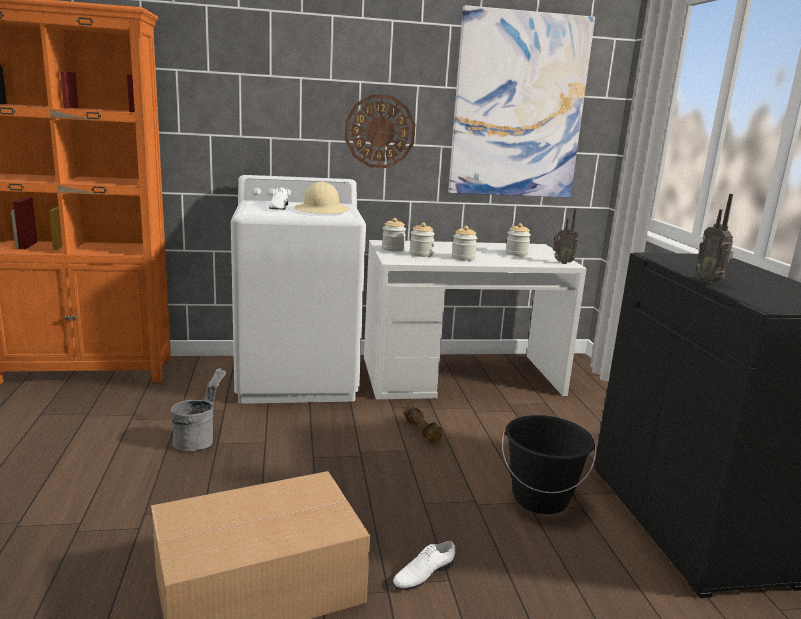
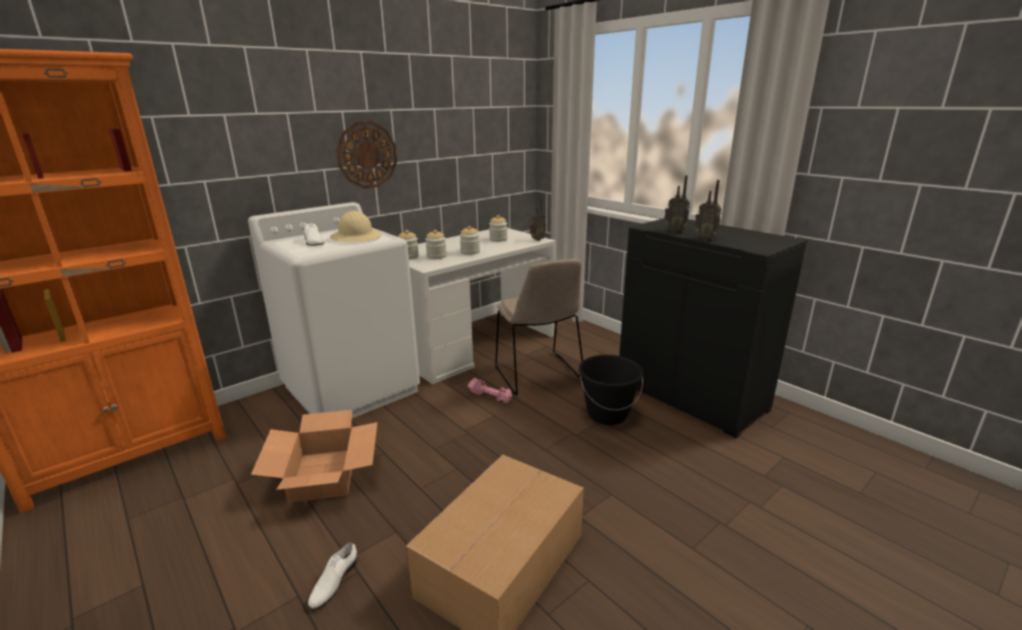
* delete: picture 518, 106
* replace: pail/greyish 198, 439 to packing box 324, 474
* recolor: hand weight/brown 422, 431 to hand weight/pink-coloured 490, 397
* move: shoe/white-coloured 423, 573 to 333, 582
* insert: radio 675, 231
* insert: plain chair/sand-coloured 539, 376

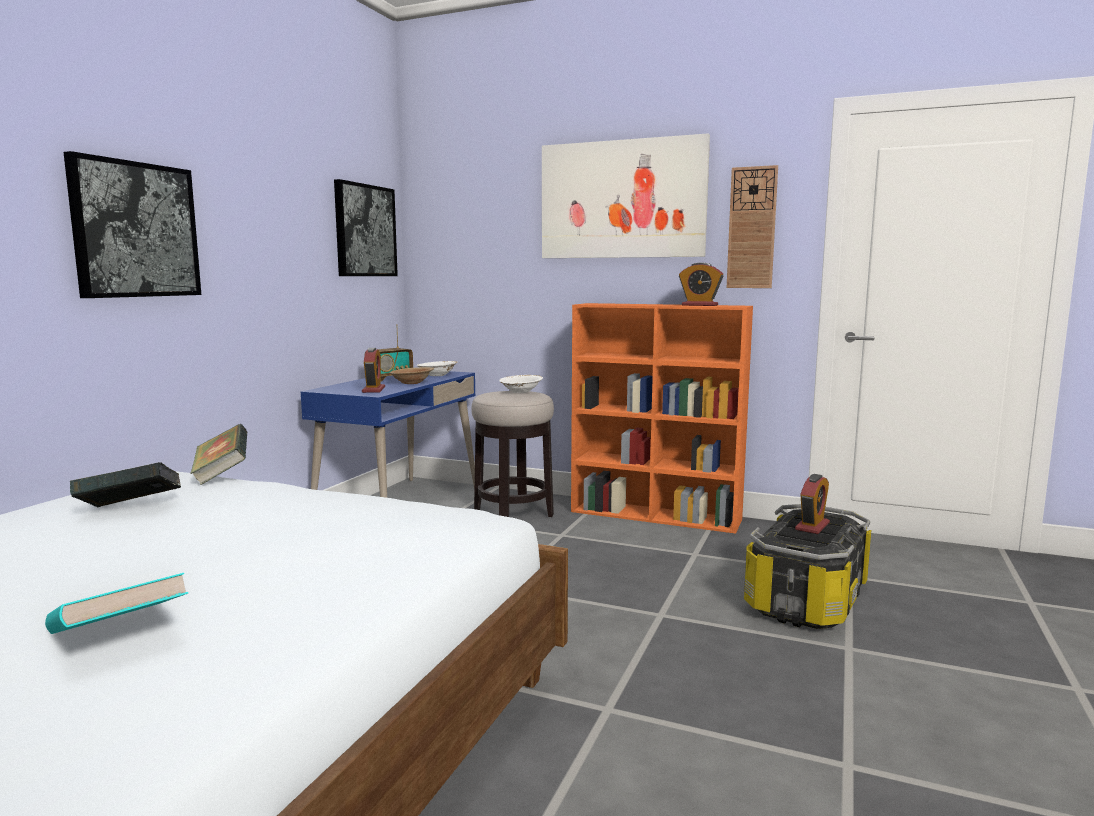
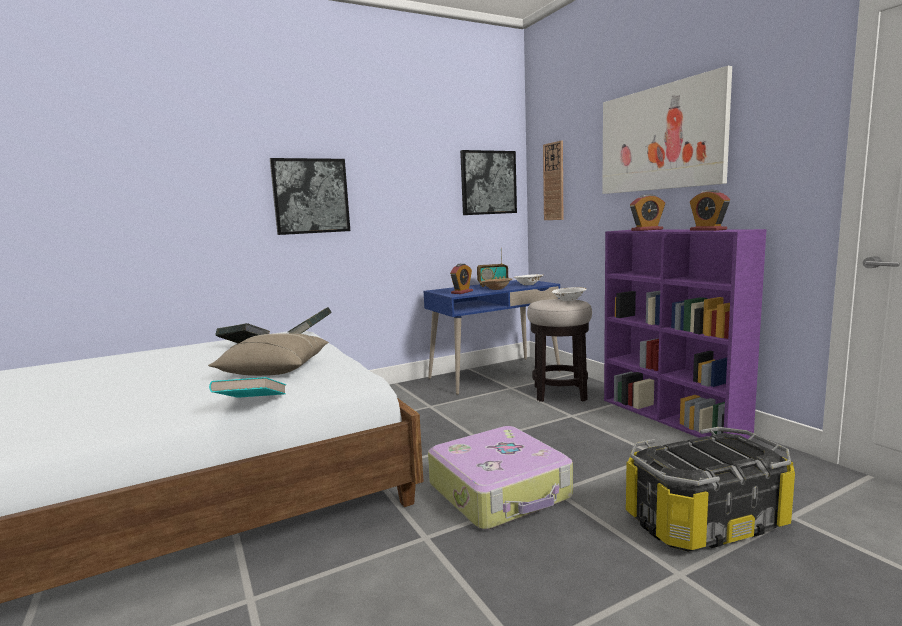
* move: clock on the wall 752, 228 to 554, 181
* recolor: bookshelf/orange-coloured 657, 515 to bookshelf/purple-coloured 672, 417
* move: alarm clock 812, 526 to 647, 230
* move: bound book/turquoise-coloured 118, 638 to 252, 405
* insert: cushion/sand-coloured 275, 369
* insert: travel case 500, 492

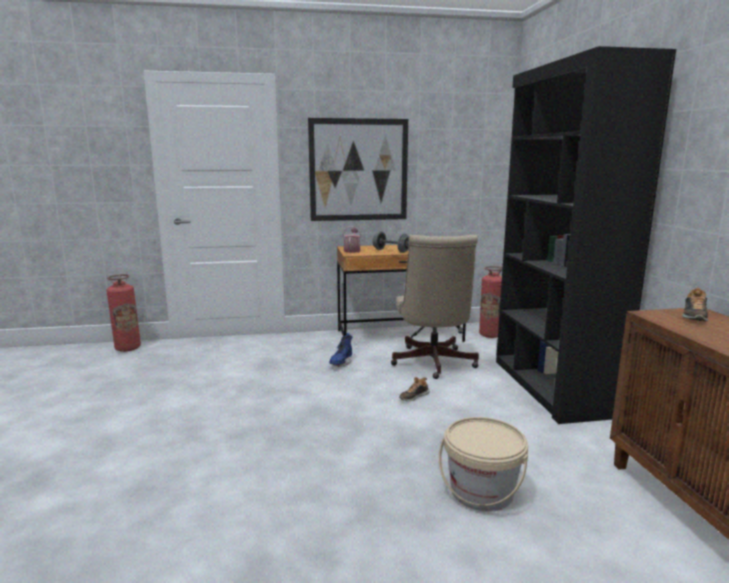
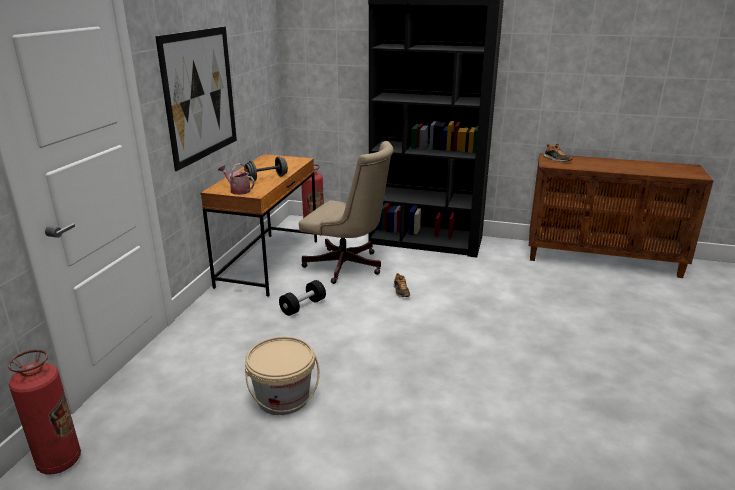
* replace: boot/blue 341, 363 to hand weight/black-coloured 303, 306
* move: pail/sand-coloured 481, 492 to 283, 398

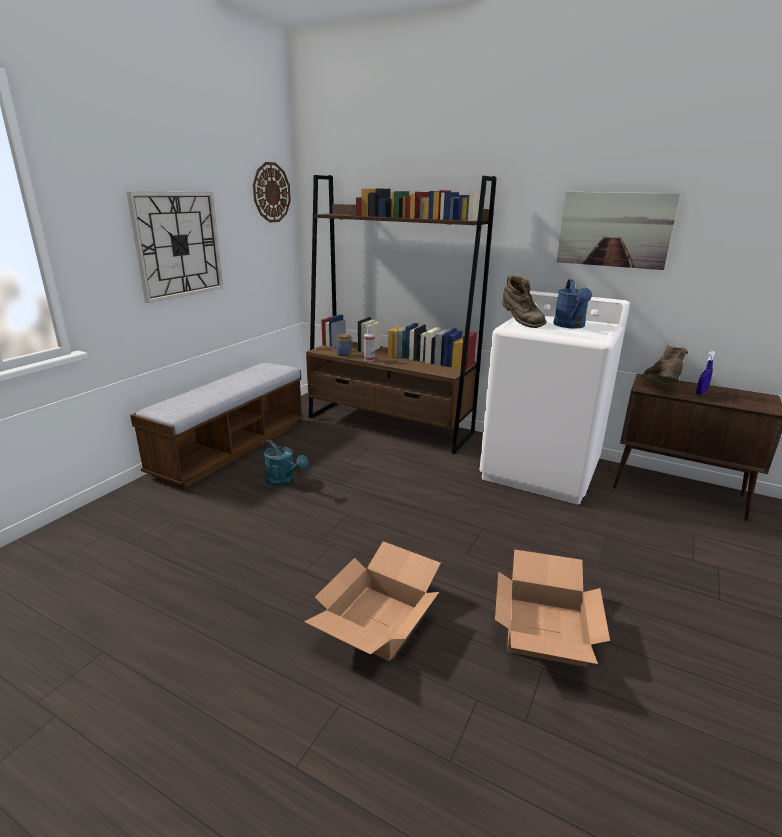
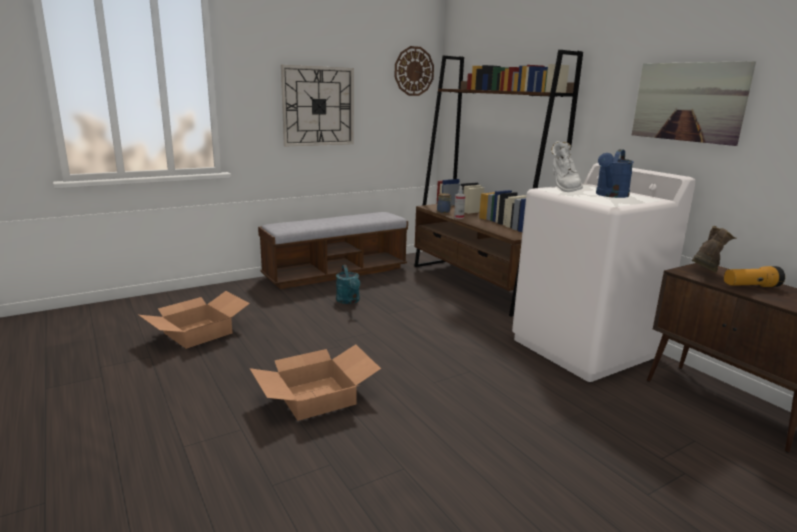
* recolor: boot/brown 520, 323 to boot/white-coloured 563, 188
* replace: sprayer/blue 701, 393 to flashlight 751, 286
* move: packing box 543, 629 to 198, 332

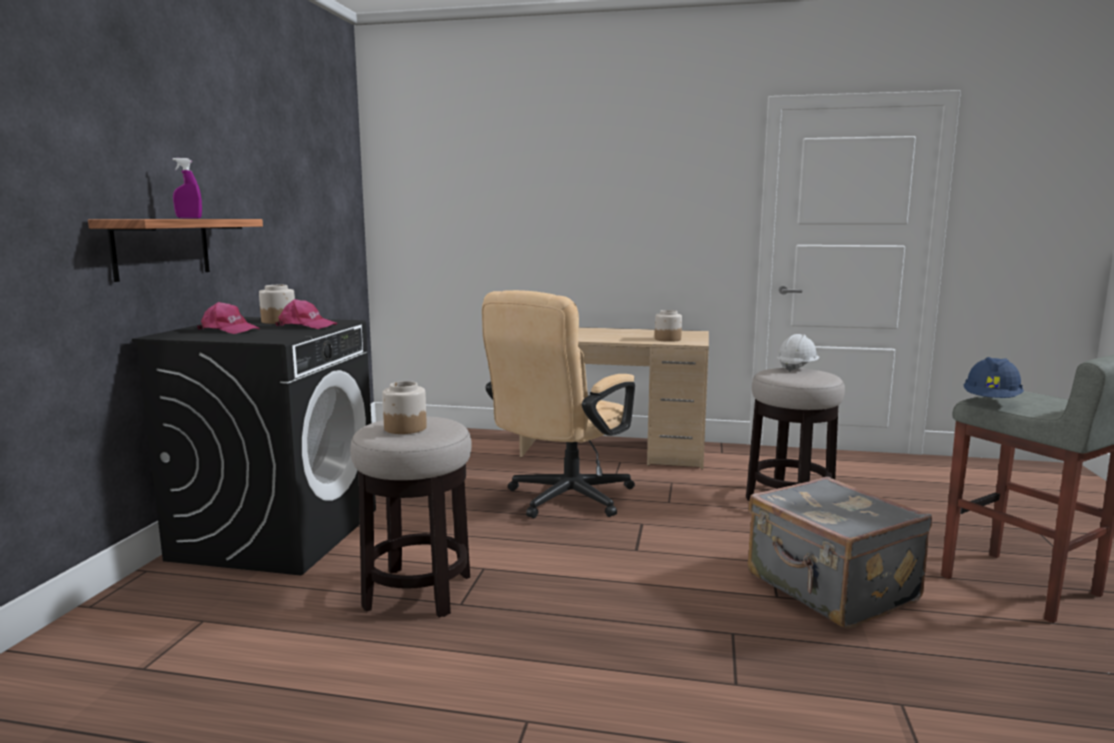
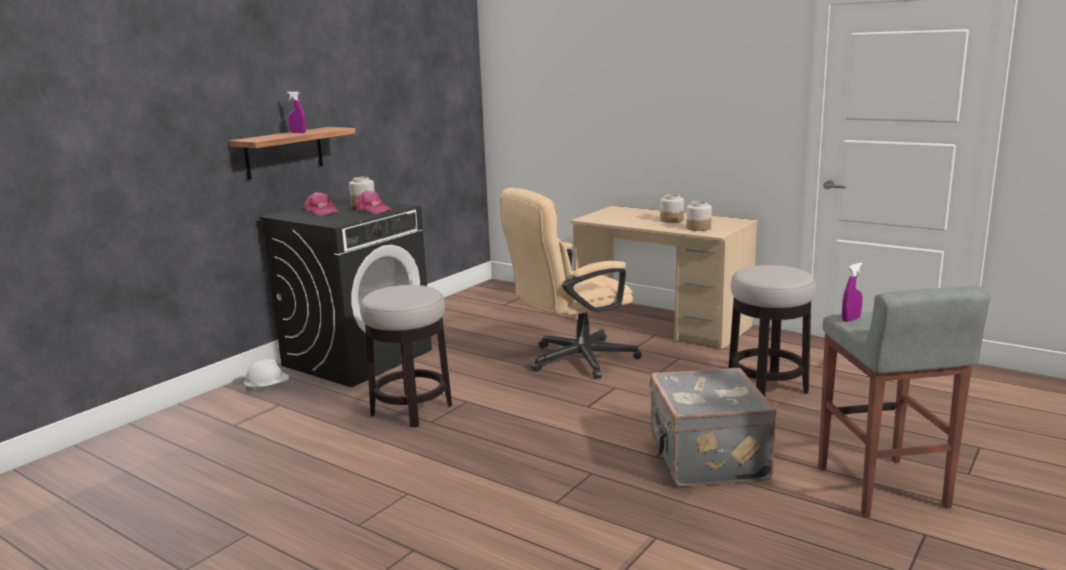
* move: safety helmet/white-coloured 797, 368 to 267, 388
* replace: safety helmet/blue 991, 402 to sprayer/purple-coloured 851, 319
* move: preserve jar 405, 428 to 671, 220

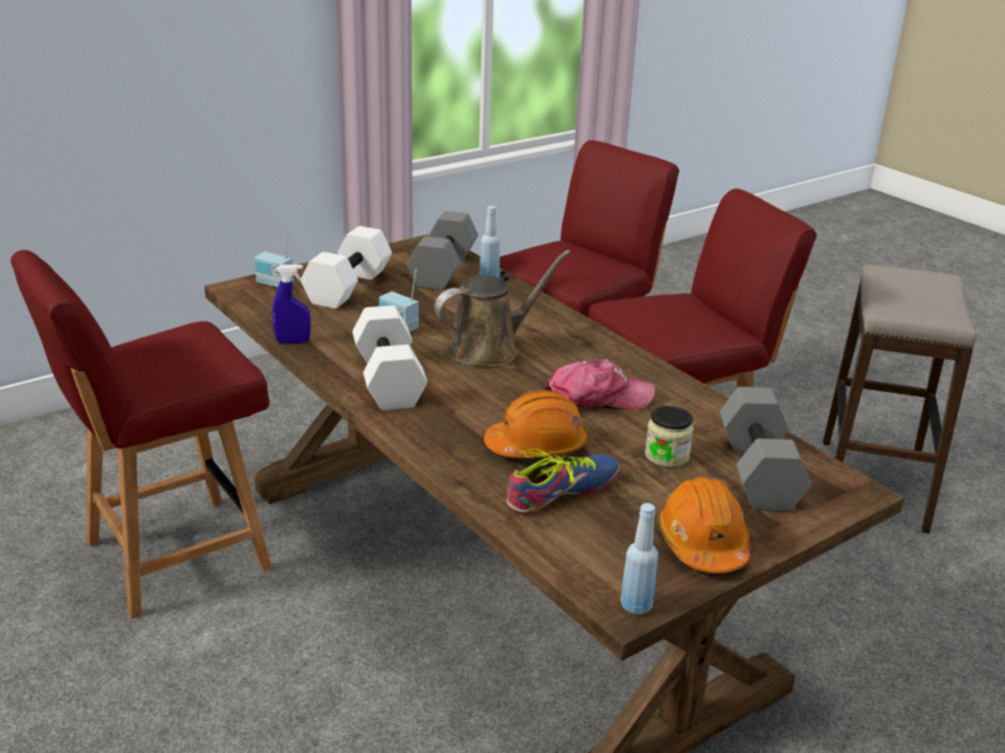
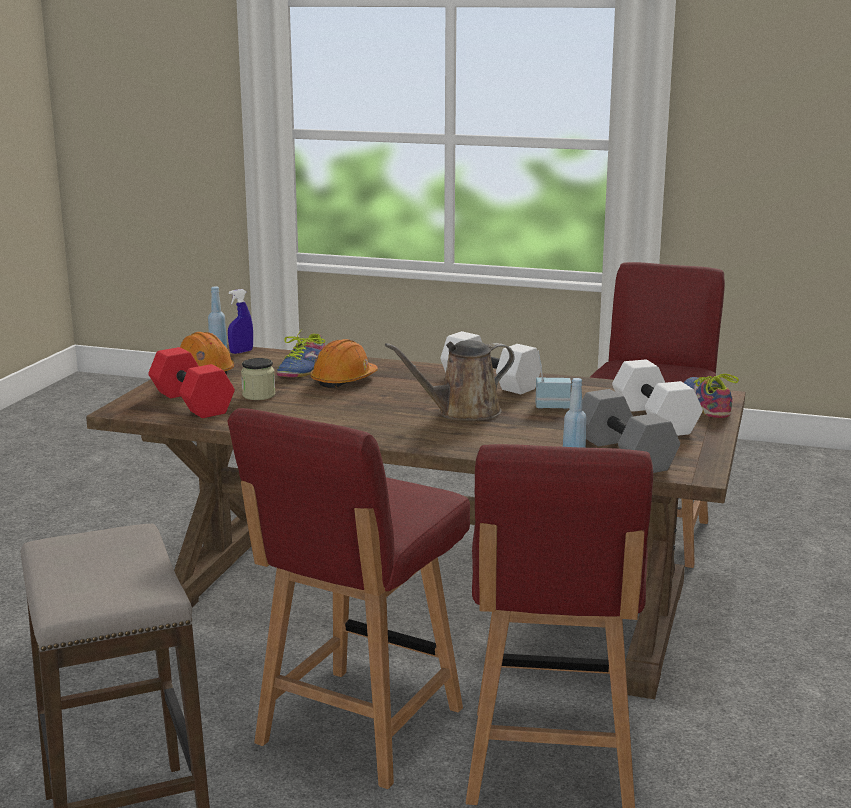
* replace: radio 274, 285 to shoe 705, 404
* rotate: watering can/brown 489, 349 = 462, 412 45 degrees clockwise
* move: sprayer/blue 293, 341 to 241, 352
* delete: baseball cap 596, 399
* recolor: hand weight/greyish 761, 473 to hand weight/reddish 190, 402

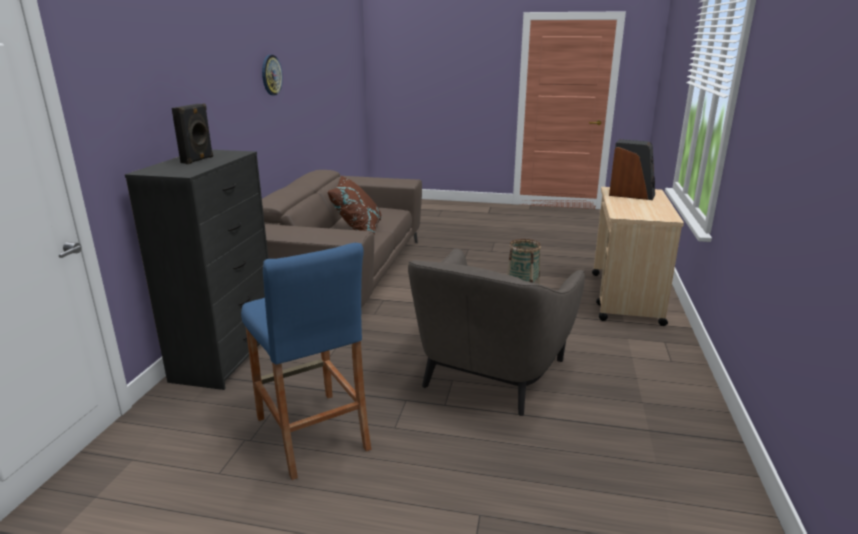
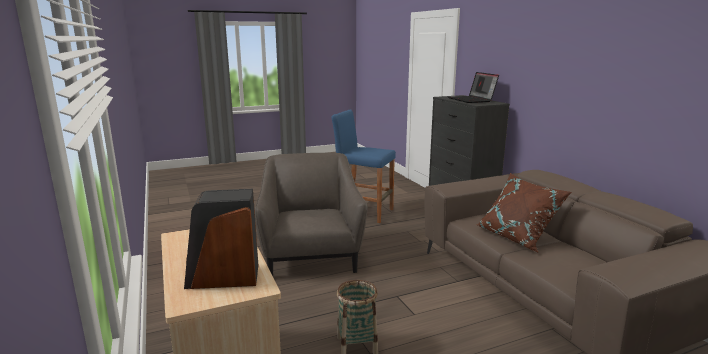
* delete: clock on the wall 271, 75
* replace: loudspeaker/black-coloured 198, 160 to laptop 472, 100

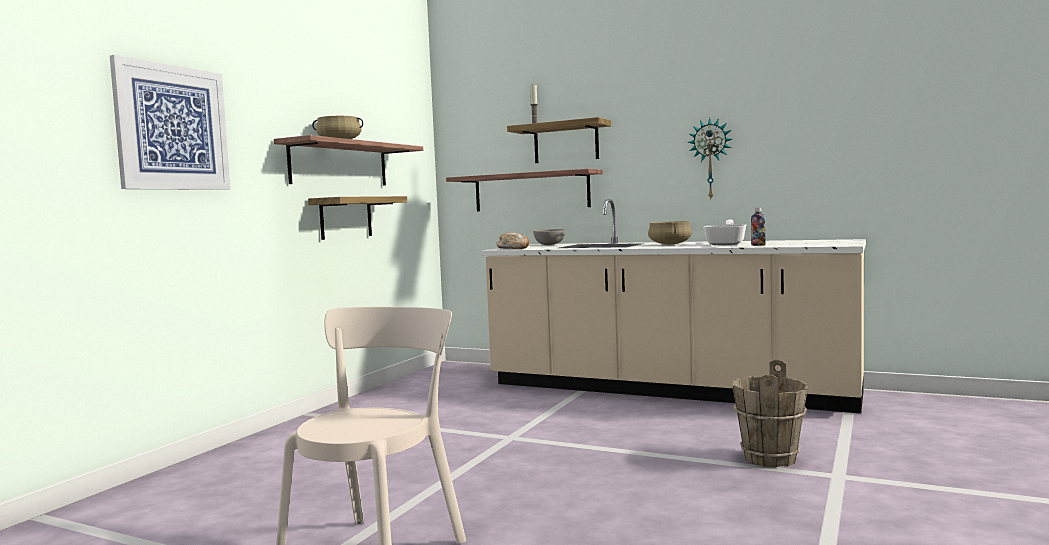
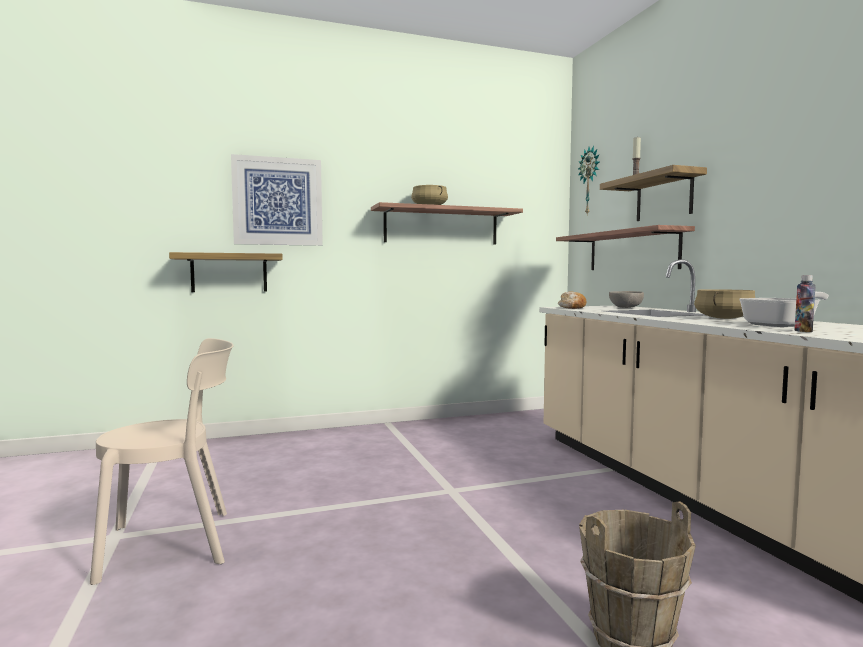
* move: clock on the wall 711, 159 to 590, 181
* move: wall shelf 346, 217 to 229, 273

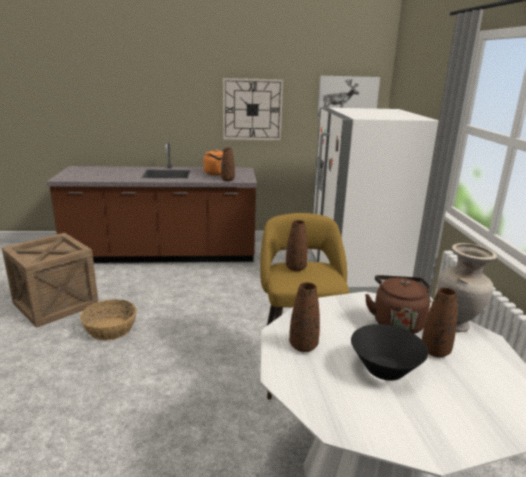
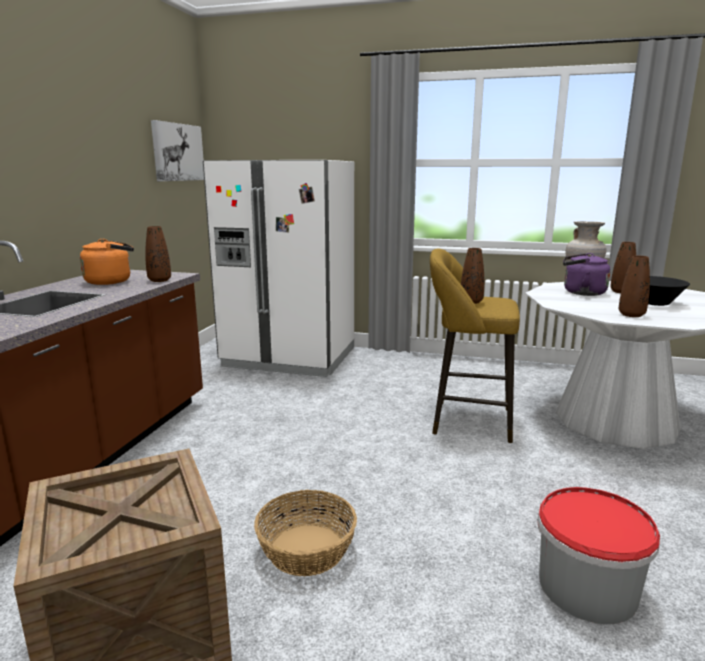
* delete: clock on the wall 252, 109
* recolor: tea kettle/brown 396, 322 to tea kettle/purple-coloured 581, 293
* insert: pail 587, 587

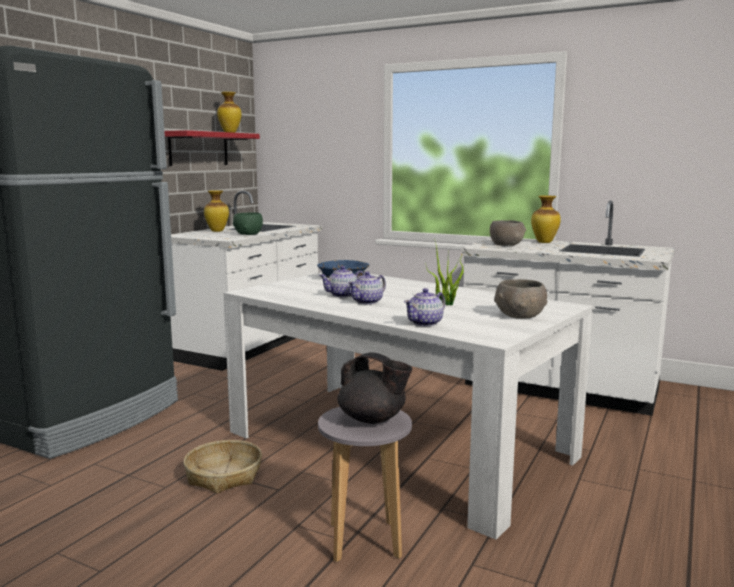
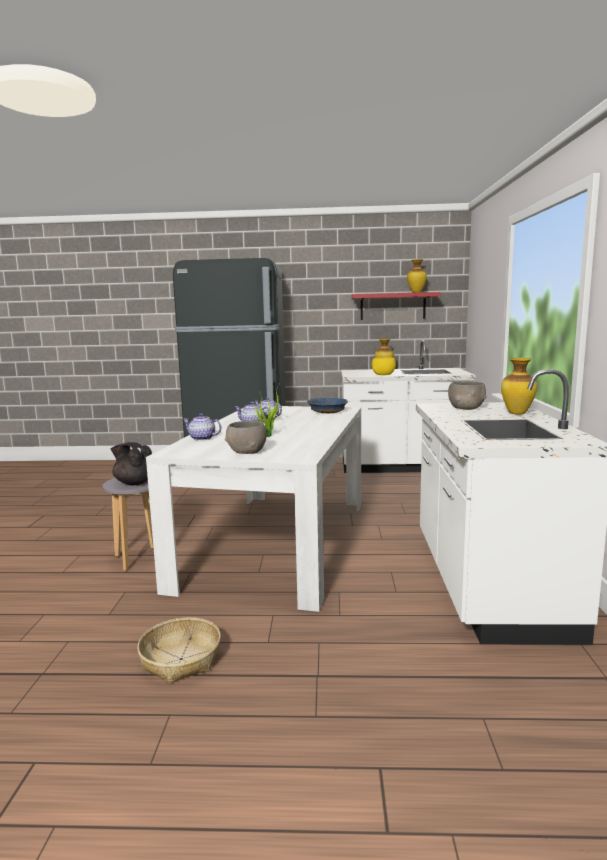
* recolor: bowl/green-coloured 248, 234 to bowl/yellowish 383, 374
* rotate: pot for tea/black-coloured 373, 419 = 135, 483 120 degrees clockwise
* move: household basket 224, 475 to 181, 659

